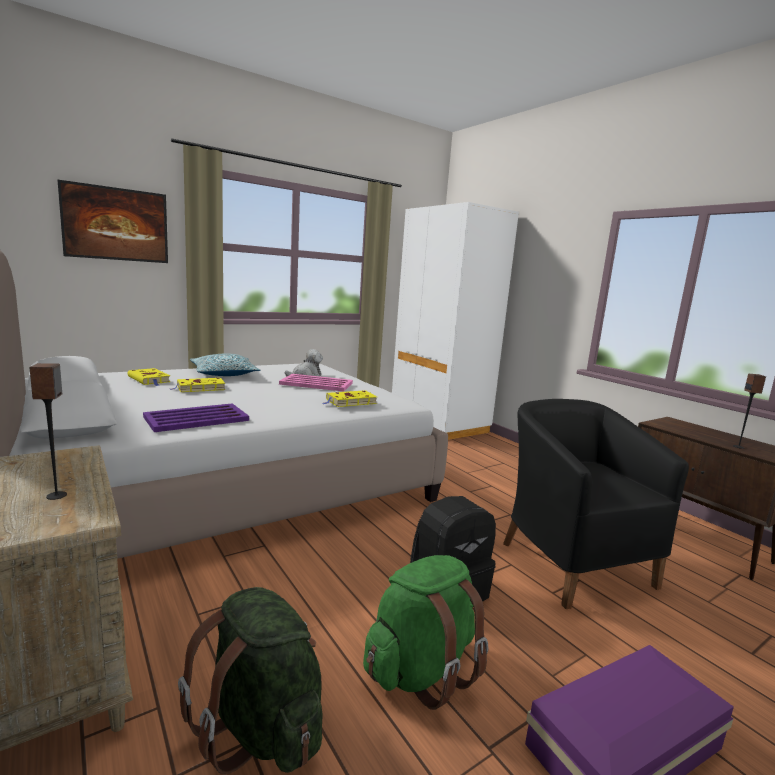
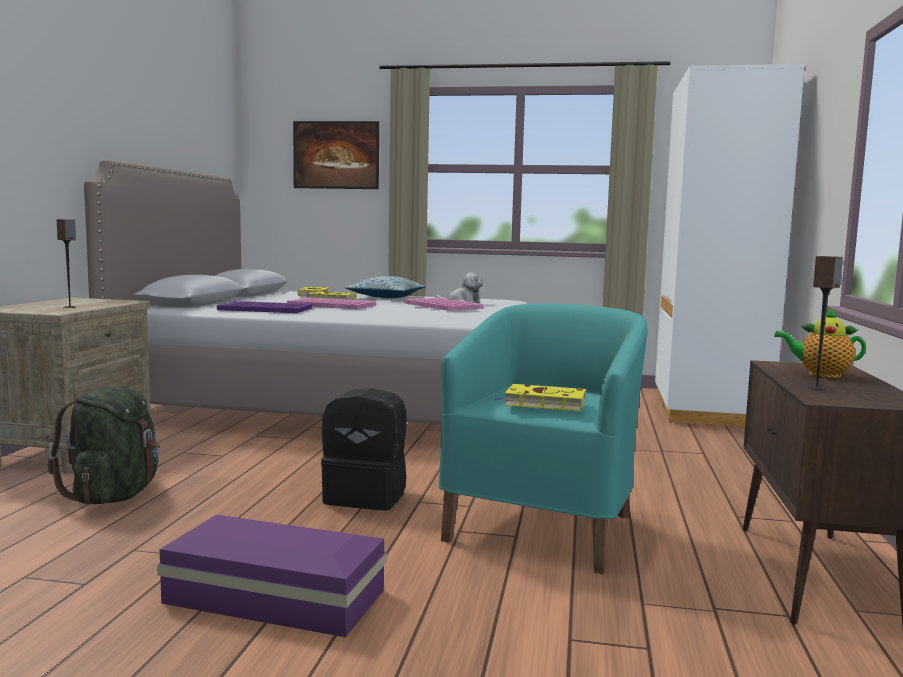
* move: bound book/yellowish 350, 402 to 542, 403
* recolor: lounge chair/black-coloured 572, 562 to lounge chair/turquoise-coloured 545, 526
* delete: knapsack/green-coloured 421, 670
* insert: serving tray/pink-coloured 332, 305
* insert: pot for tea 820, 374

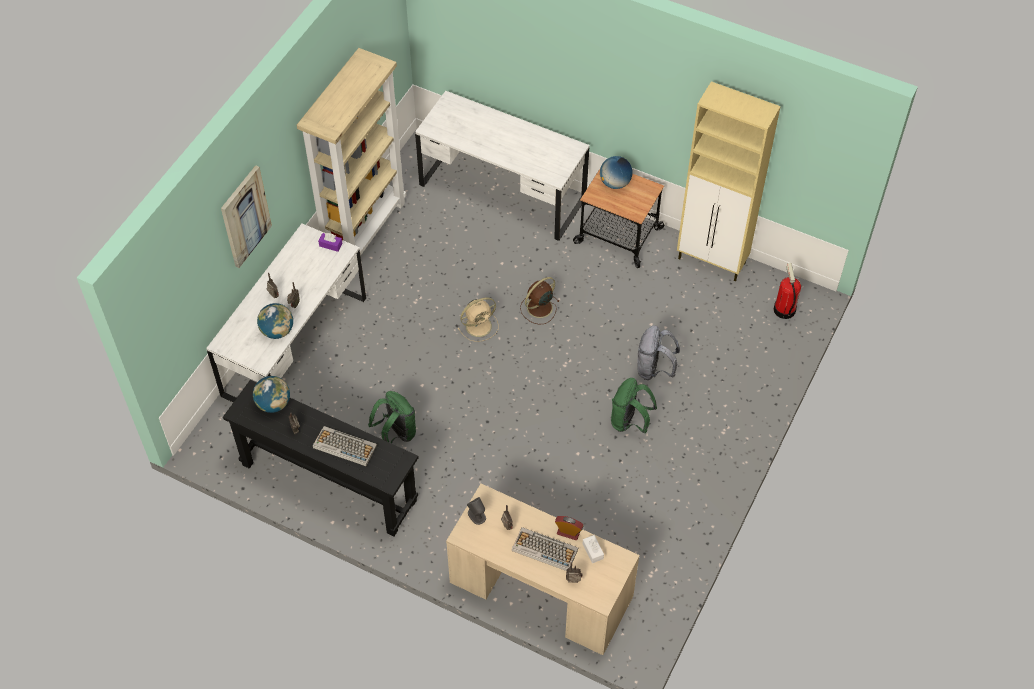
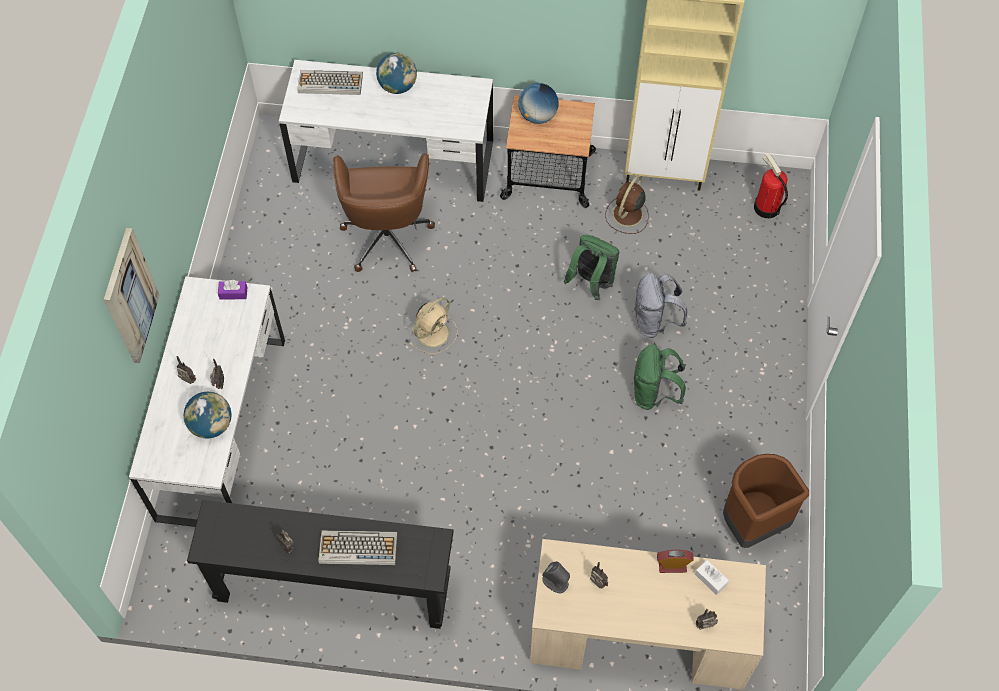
* delete: bookshelf/sand-coloured 365, 230
* move: fan/brown 538, 308 to 627, 215
* move: world globe 273, 404 to 397, 86
* move: knapsack/green-coloured 396, 433 to 591, 283
* move: computer keyboard 544, 550 to 329, 83
* insert: desk chair/brown 387, 235
* insert: waste bin/brown 752, 523

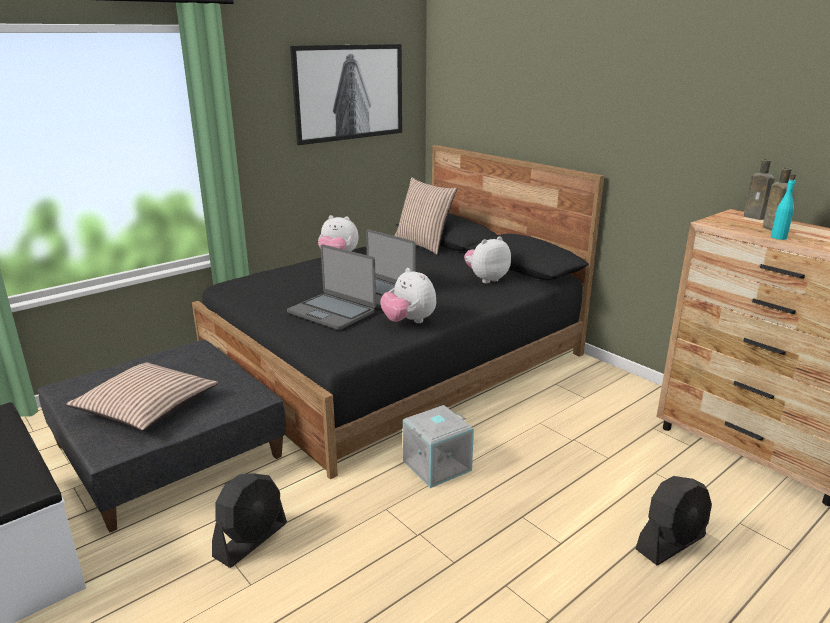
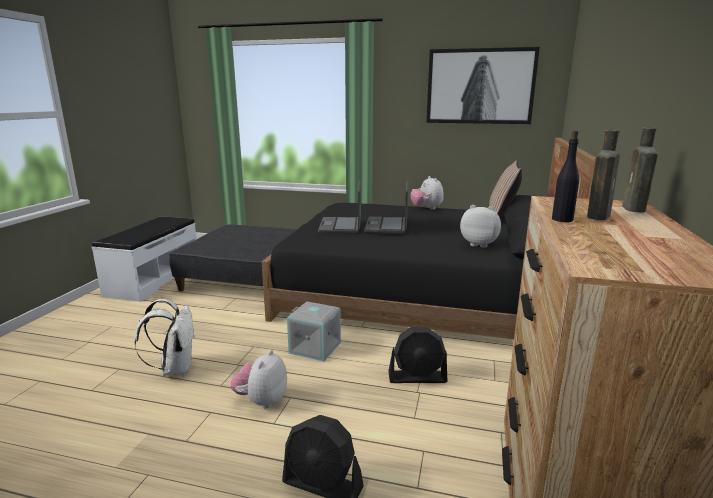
* recolor: drink bottle/turquoise-coloured 778, 237 to drink bottle/black-coloured 562, 219
* move: soft toy 409, 321 to 262, 401
* delete: cushion 147, 407
* move: fan/black-coloured 251, 540 to 417, 377
* insert: knapsack/white-coloured 175, 368

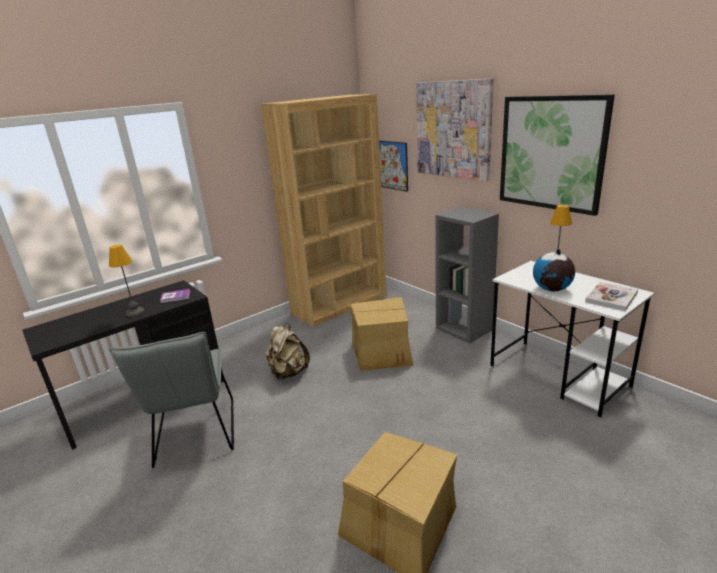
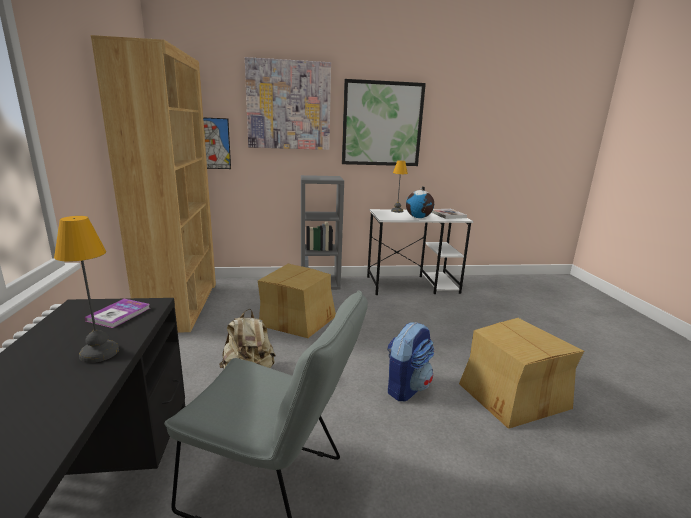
* insert: knapsack 406, 387

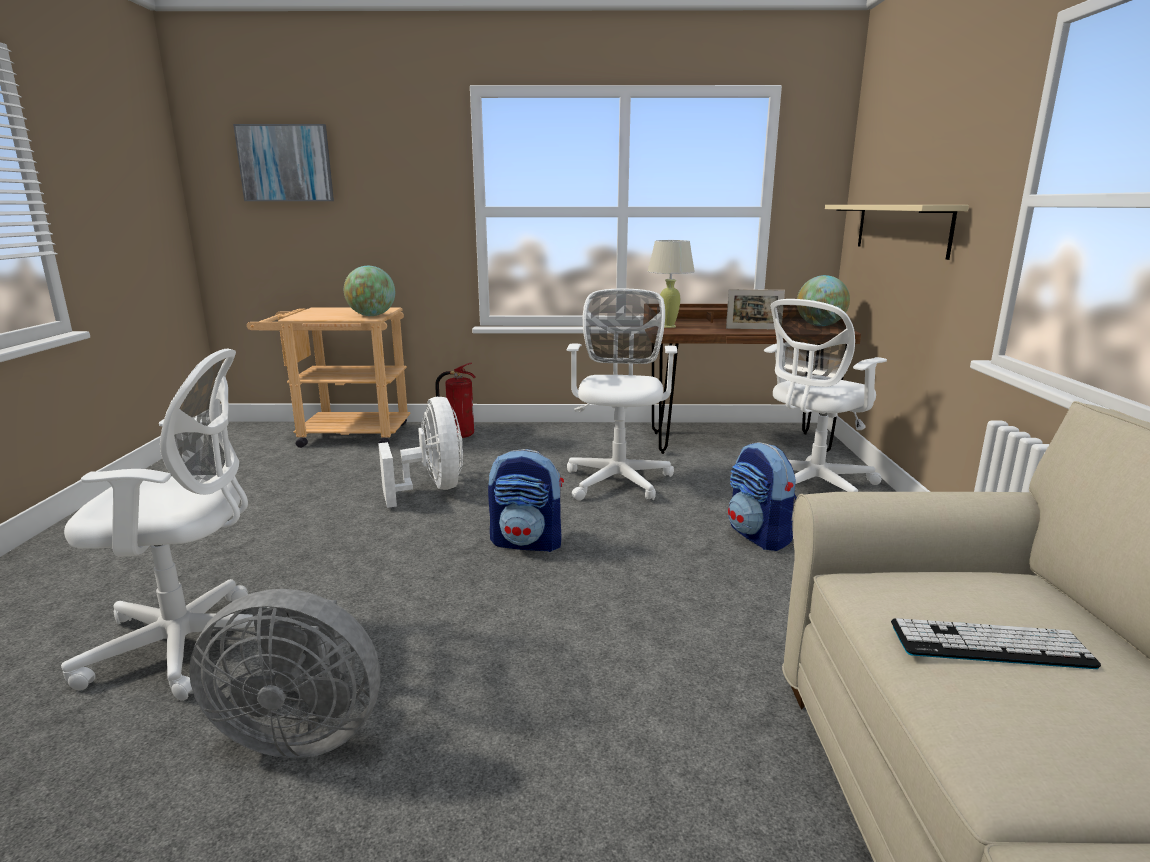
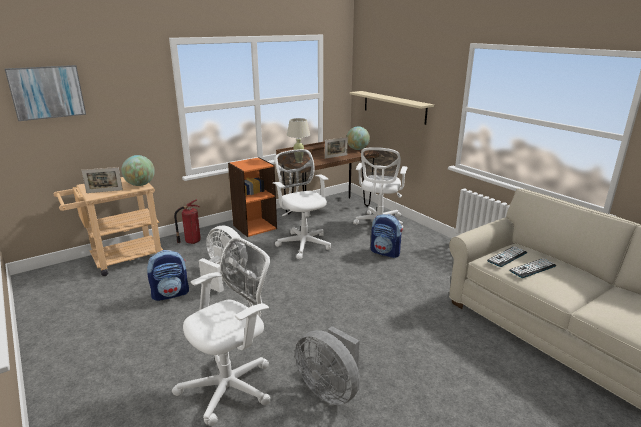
* move: knapsack 528, 542 to 171, 294
* rotate: fan/greyish 301, 731 = 330, 389 75 degrees clockwise
* insert: bookshelf/orange-coloured 254, 227
* insert: standing frame 104, 191
* insert: computer keyboard 507, 257

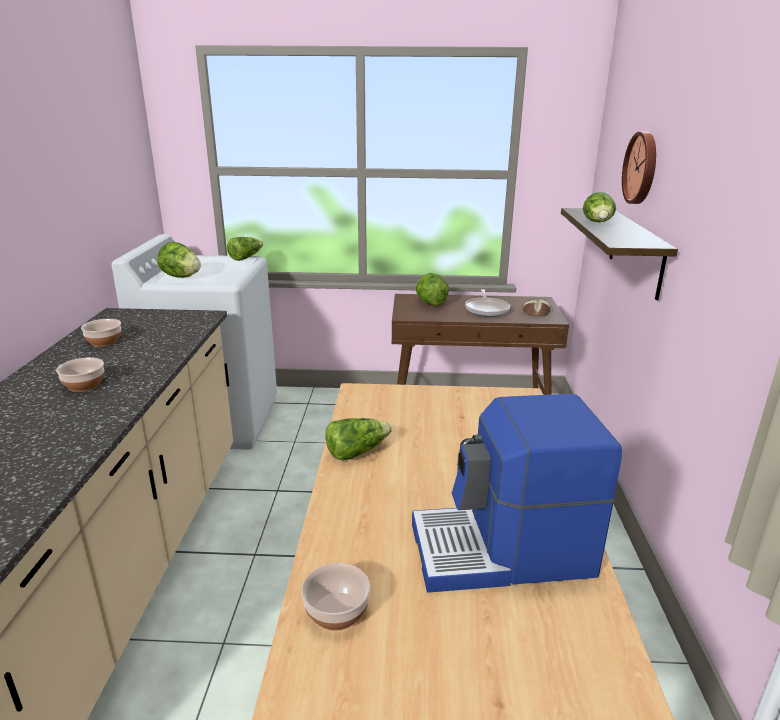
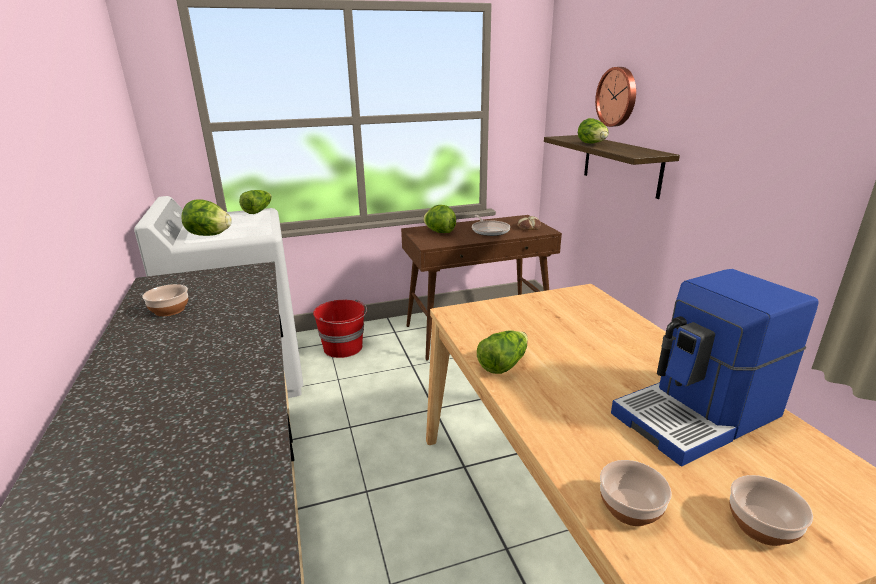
* move: bowl 83, 385 to 762, 526
* insert: pail/reddish 344, 348

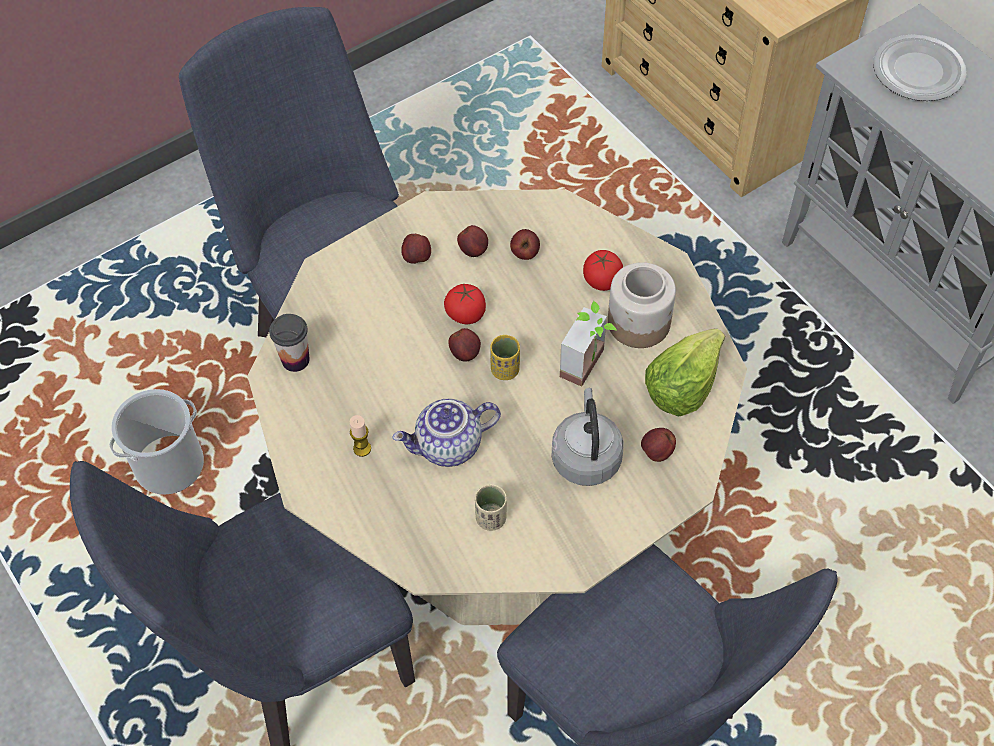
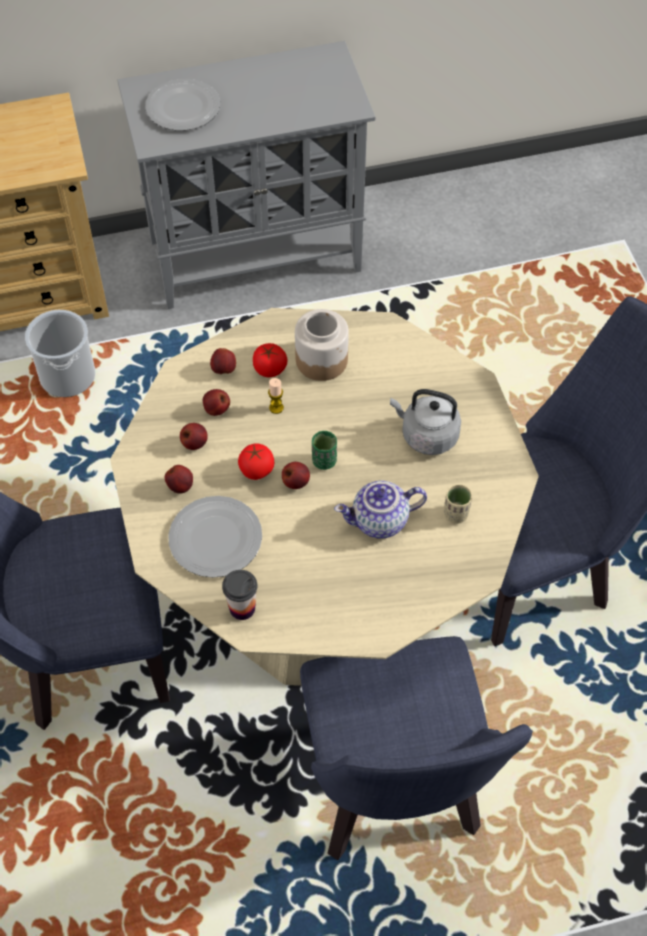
* delete: houseplant 591, 367
* delete: lettuce 682, 385
* recolor: small cup/yellowish 505, 370 to small cup/green-coloured 324, 461
* move: pail 169, 465 to 67, 376
* rotate: pot for tea 449, 447 = 379, 522 75 degrees clockwise
* move: candle 362, 448 to 276, 407
* move: apple fruit 656, 453 to 224, 370
* insert: plate 216, 539

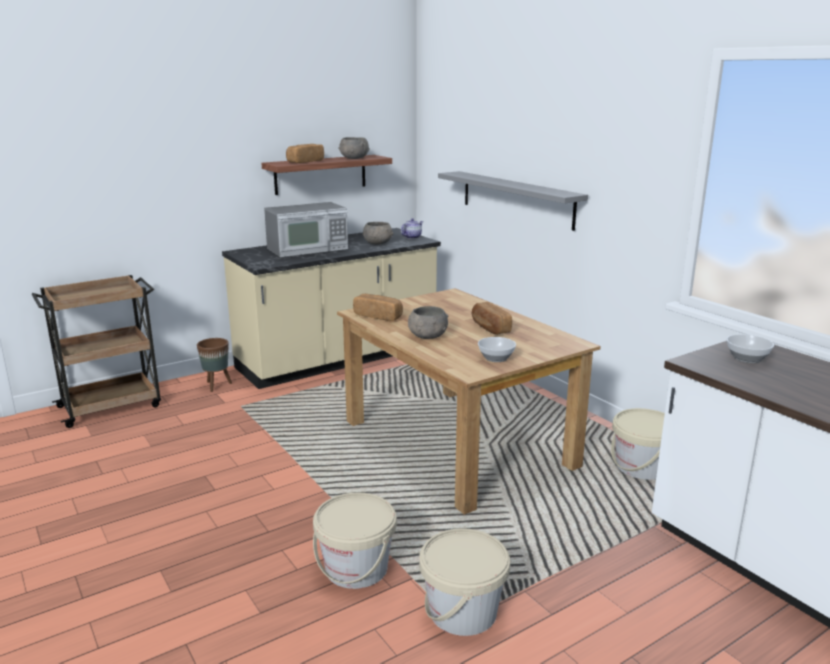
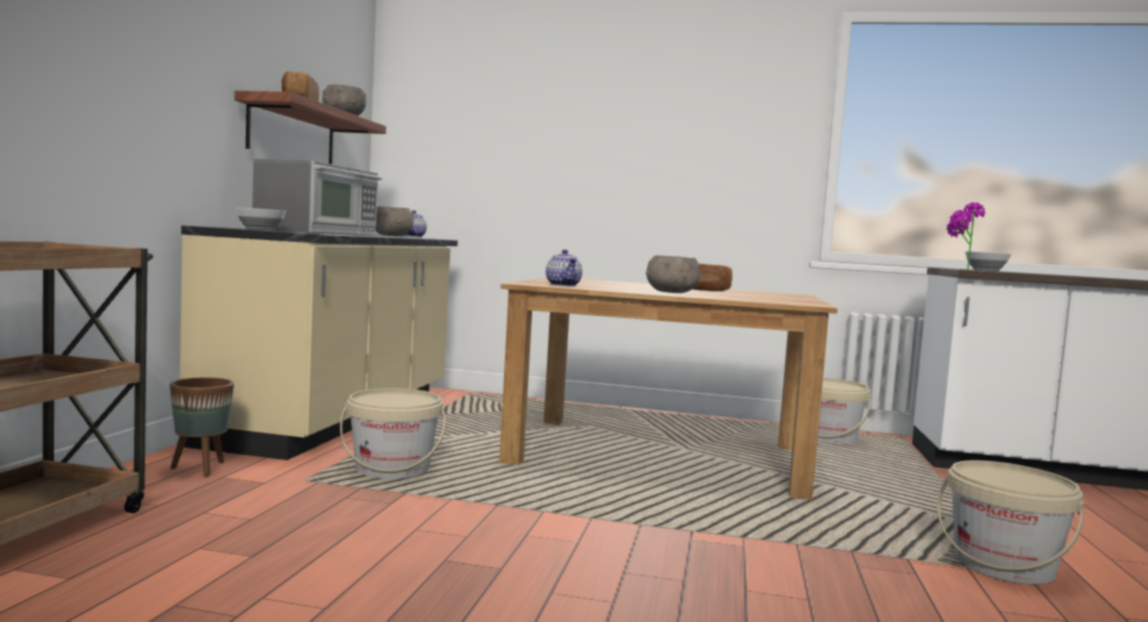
* delete: wall shelf/greyish 516, 199
* replace: bread 378, 316 to pot for tea 564, 285
* move: bowl 496, 358 to 261, 229
* move: pail/sand-coloured 356, 568 to 392, 469
* insert: houseplant 958, 268

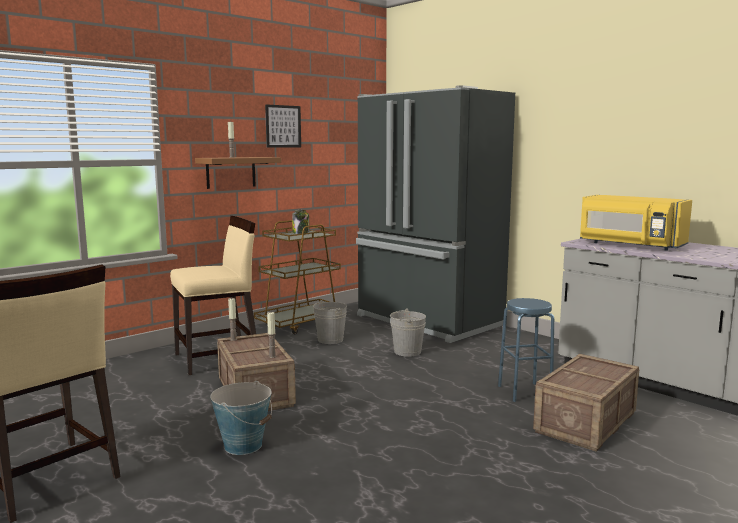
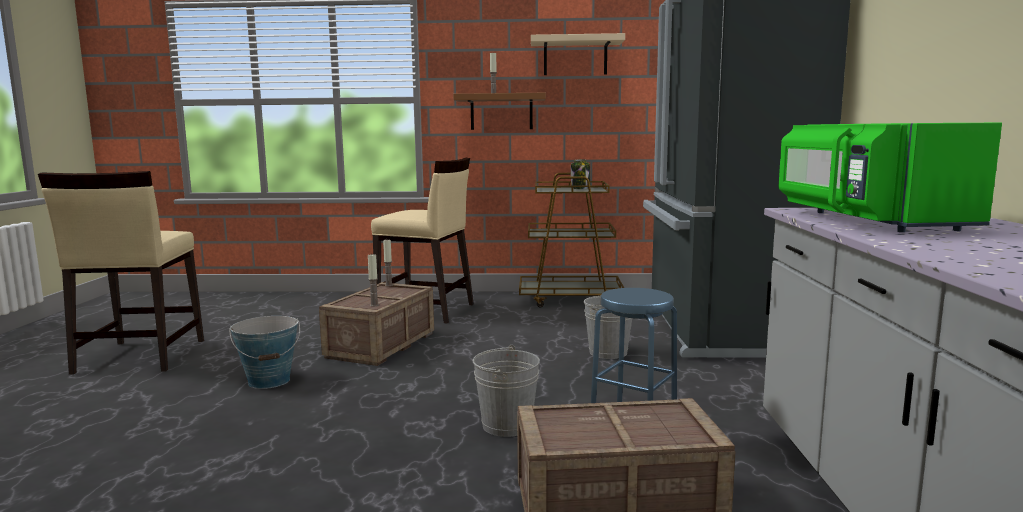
* replace: picture 283, 126 to wall shelf/sand-coloured 575, 57
* recolor: microwave oven/yellowish 629, 245 to microwave oven/green-coloured 866, 220
* move: pail/greyish 330, 340 to 507, 425

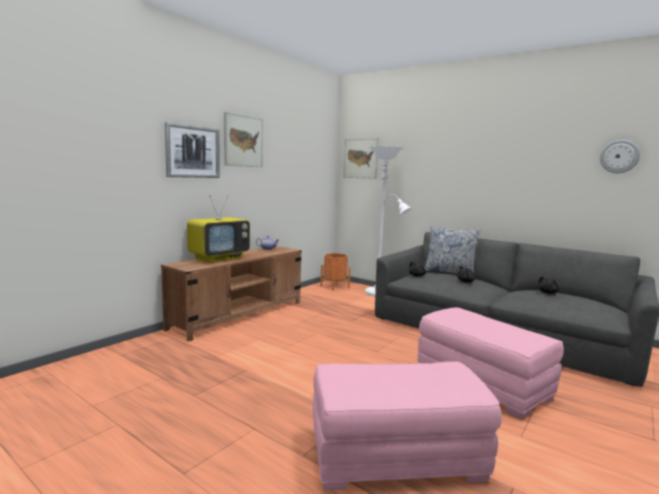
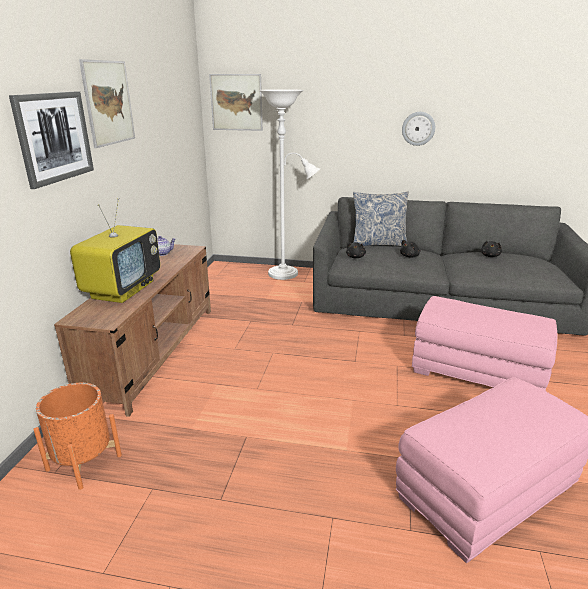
* move: clock on the wall 619, 156 to 418, 128
* move: planter/orange-coloured 334, 286 to 84, 462

